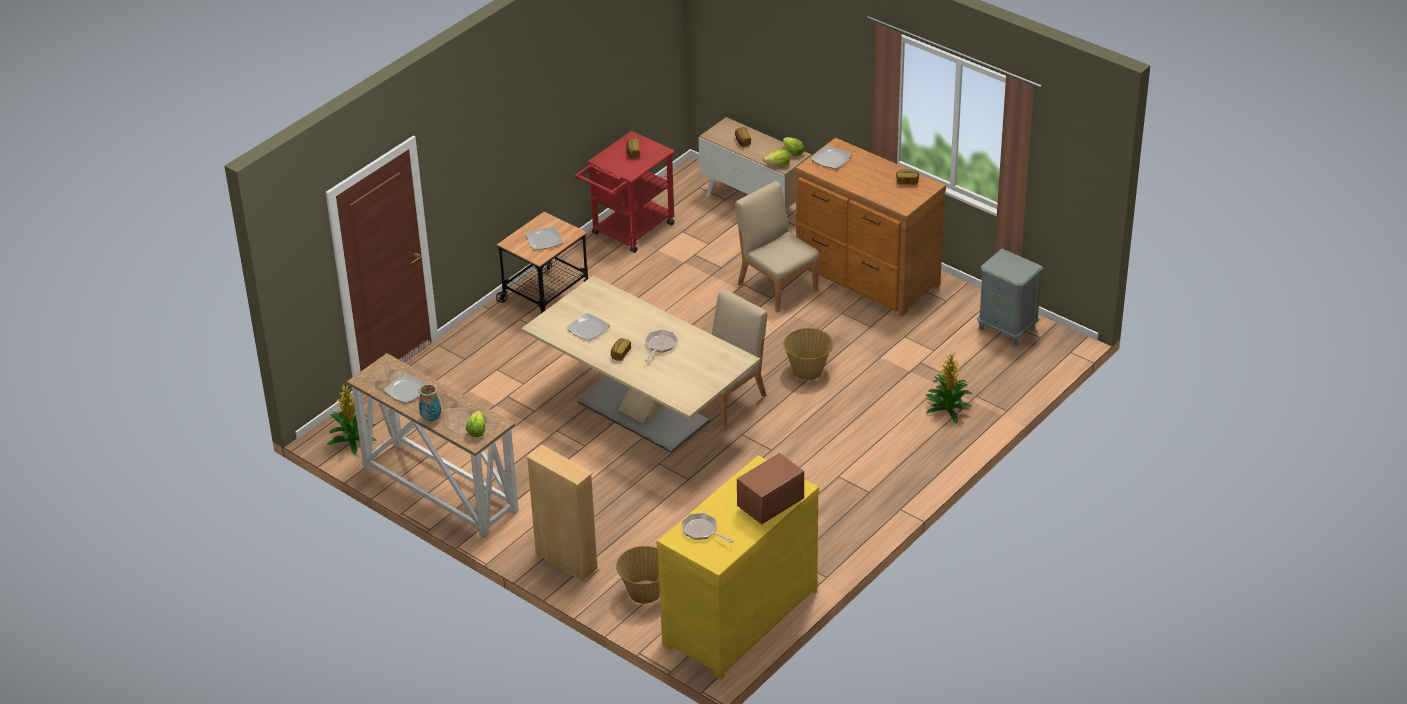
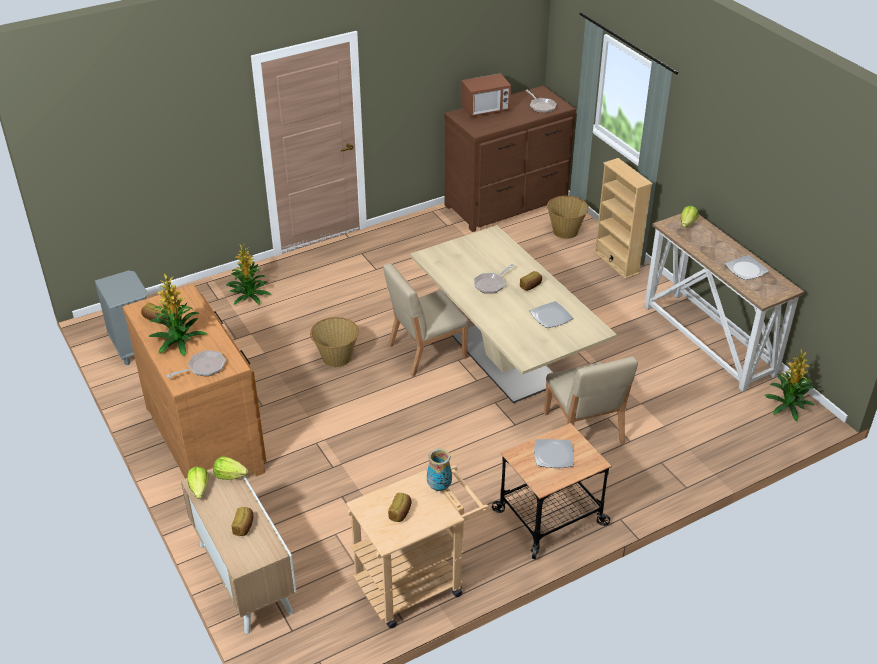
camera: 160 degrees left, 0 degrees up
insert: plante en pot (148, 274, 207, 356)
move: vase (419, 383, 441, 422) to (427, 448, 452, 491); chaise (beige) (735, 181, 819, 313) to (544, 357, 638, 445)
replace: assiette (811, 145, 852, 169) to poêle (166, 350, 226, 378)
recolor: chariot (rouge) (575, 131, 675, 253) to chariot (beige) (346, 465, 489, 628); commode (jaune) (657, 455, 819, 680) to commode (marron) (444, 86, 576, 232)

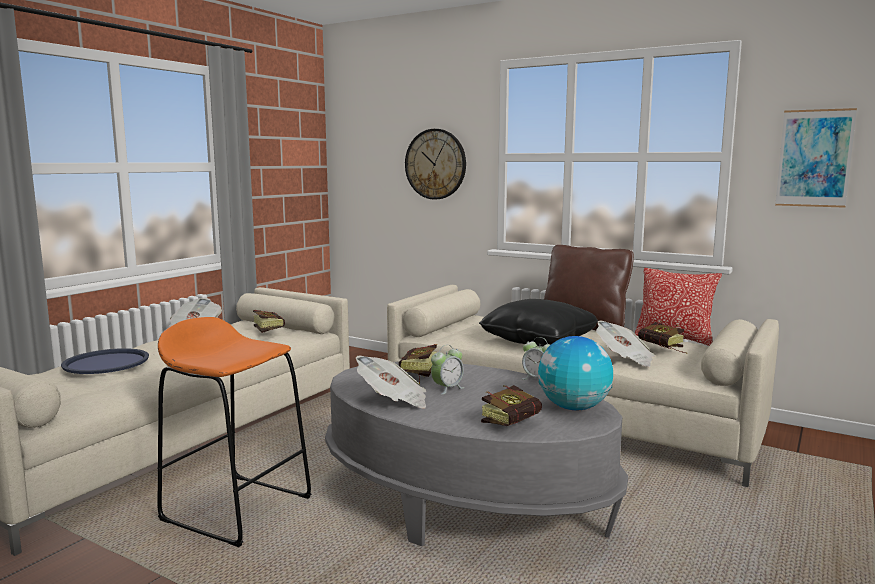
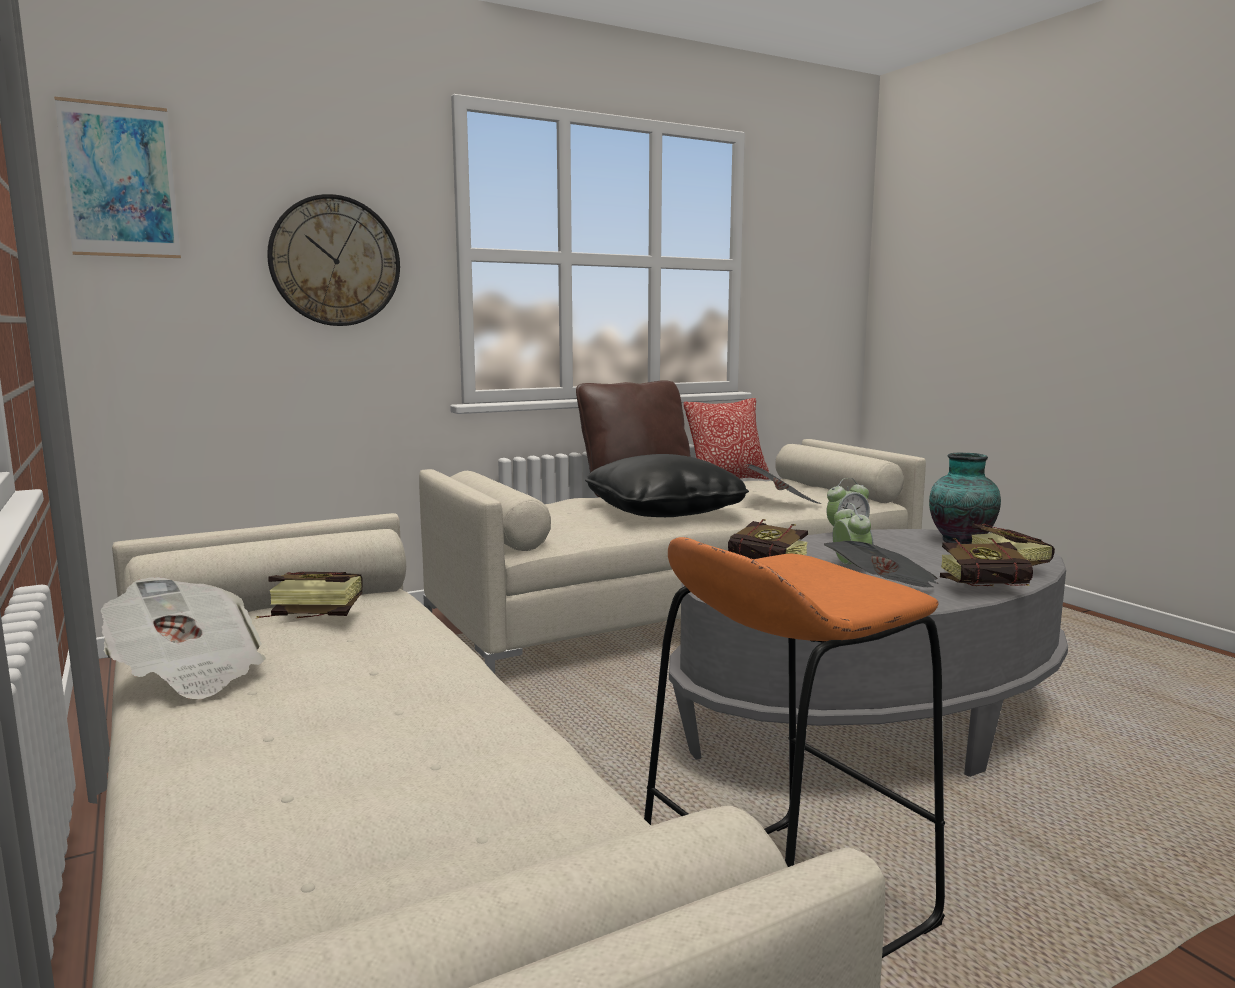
camera: 60 degrees left, 0 degrees up
delete: plateau (bleu) (61, 348, 149, 374)
move: livre (638, 321, 688, 354) to (940, 538, 1033, 586); tableau (775, 108, 857, 208) to (54, 96, 181, 258)
replace: globe (538, 336, 613, 410) to vase (929, 453, 1001, 544)

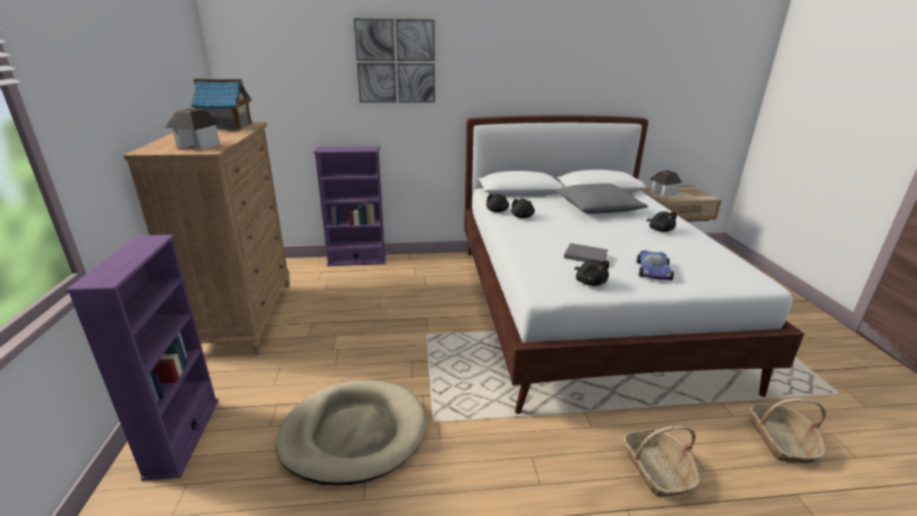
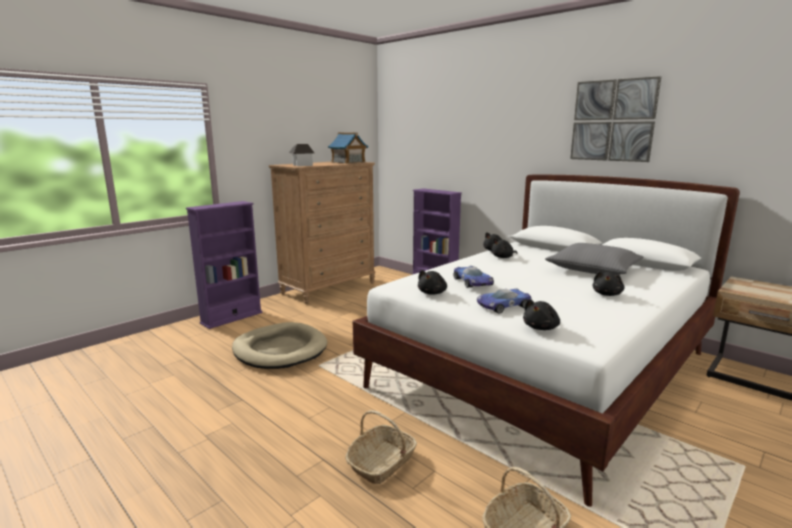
camera: 50 degrees right, 10 degrees down
delete: maison miniature (650, 170, 682, 197)
insert: peluche (noir) (523, 299, 560, 330)
move: tableau (354, 18, 435, 102) to (570, 76, 661, 162)
replace: livre (gris) (564, 243, 608, 262) to petite voiture (454, 266, 494, 288)

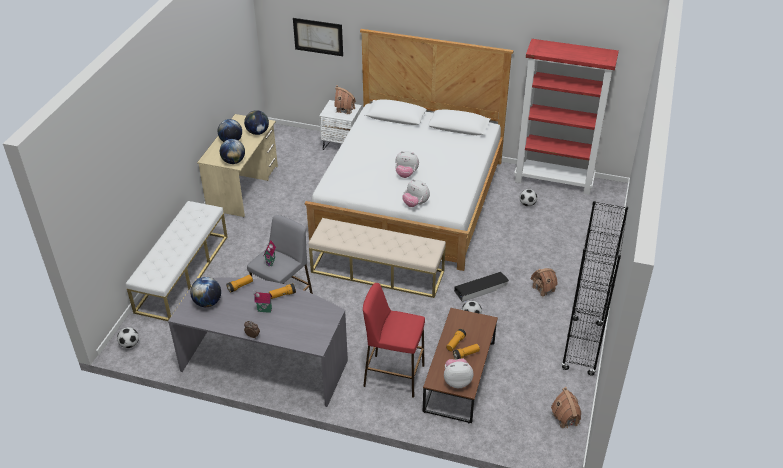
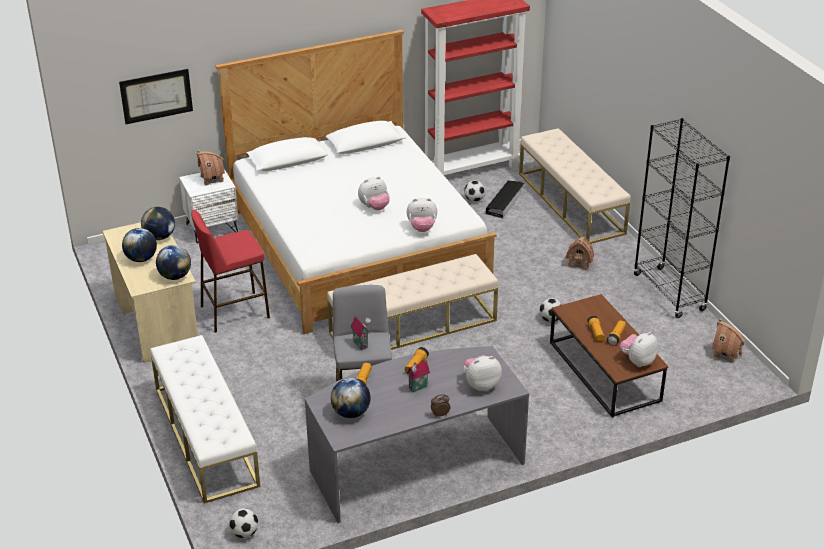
camera: 40 degrees left, 5 degrees down
insert: peluche (464, 355, 502, 391); banc (beige) (519, 128, 631, 244)
move: tabouret (rouge) (363, 283, 425, 398) to (191, 210, 270, 333); boîte de rangement (noir) (454, 272, 509, 302) to (486, 181, 525, 218)

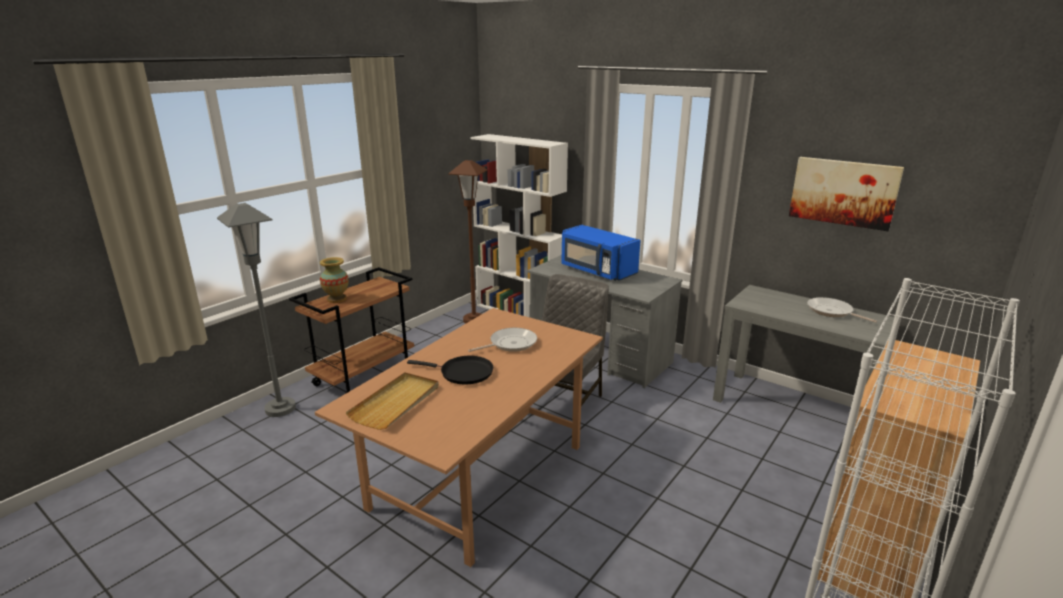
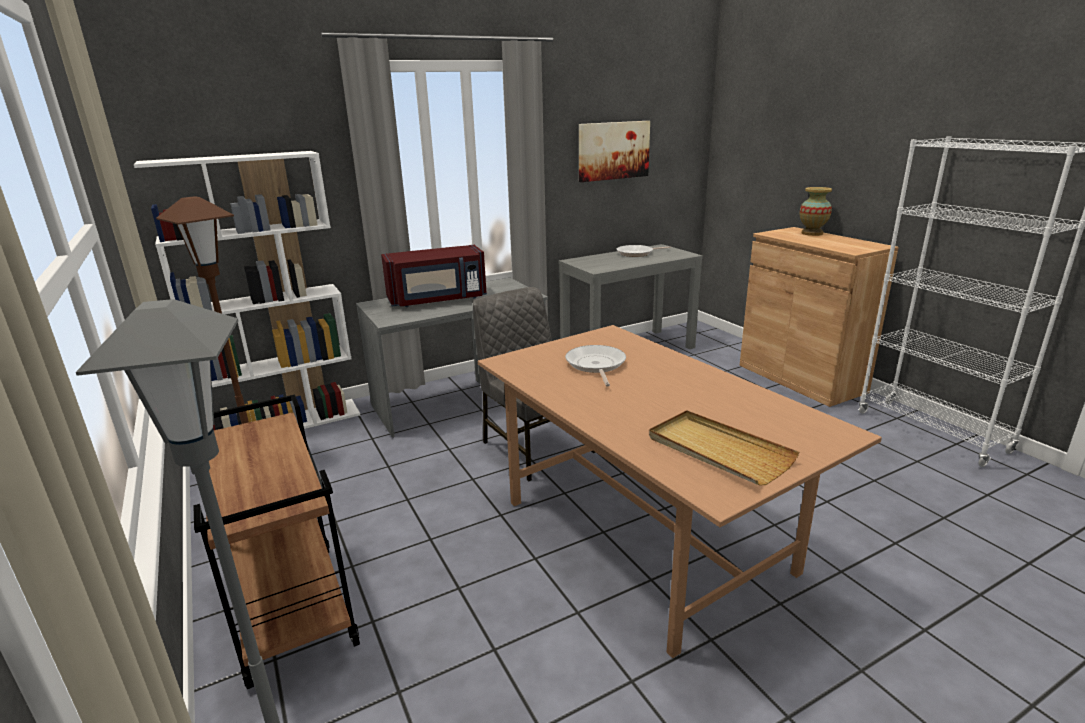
camera: 65 degrees left, 0 degrees up
delete: poêle (noir) (407, 356, 493, 384)
move: vase (320, 257, 349, 303) to (799, 187, 832, 236)
recolor: micro-ondes (bleu) (561, 225, 641, 281) to micro-ondes (rouge) (381, 245, 487, 307)

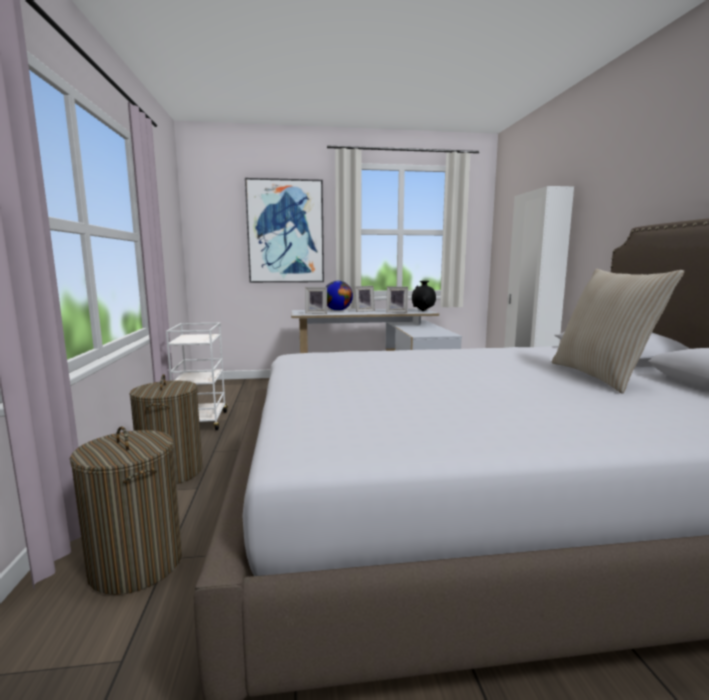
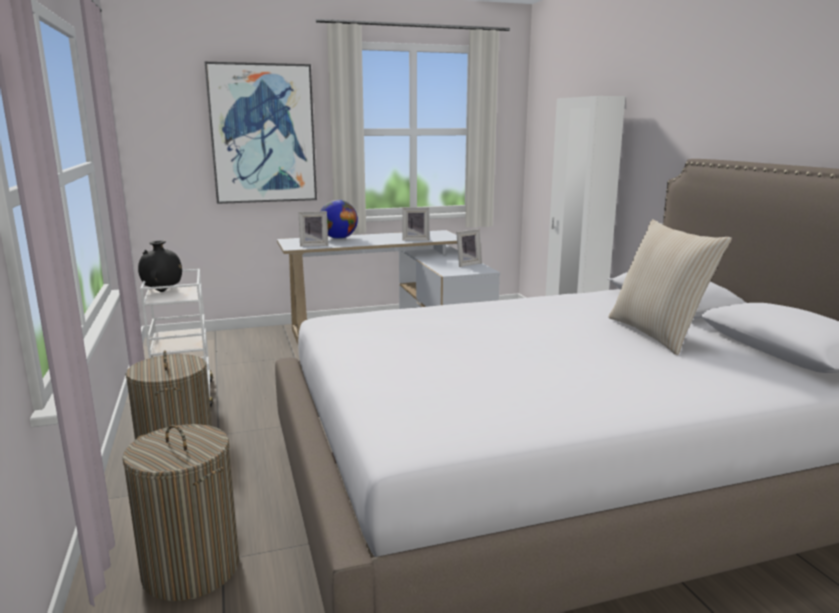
camera: 10 degrees left, 5 degrees up
move: cadre photo (354, 286, 375, 312) to (456, 229, 482, 267); vase (noir) (412, 281, 436, 311) to (138, 240, 182, 292)

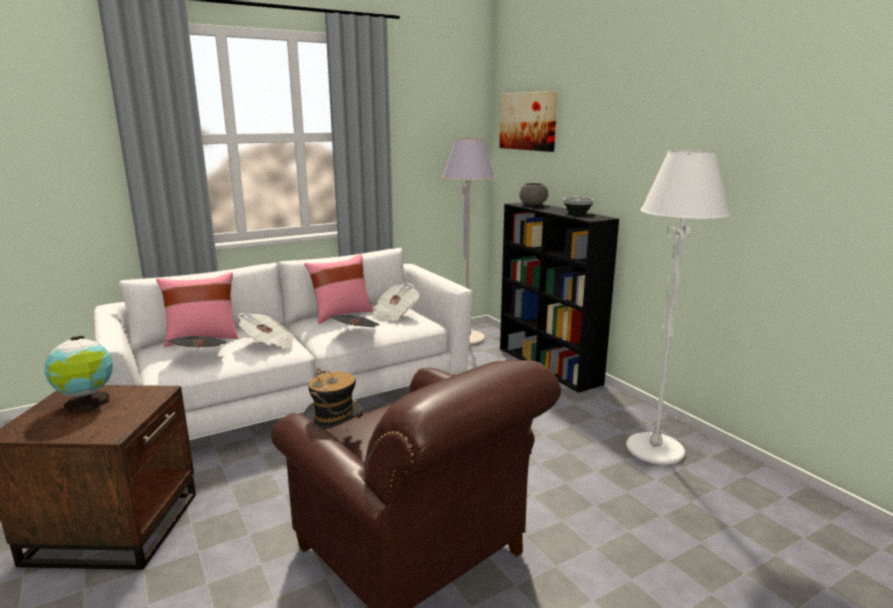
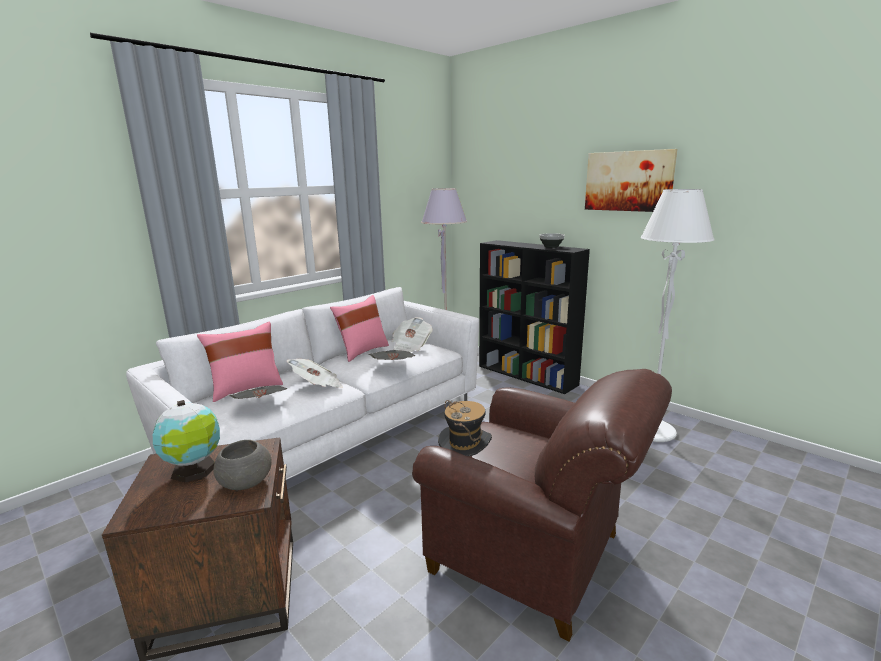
camera: 15 degrees left, 0 degrees up
move: tableau (500, 91, 557, 152) to (585, 149, 678, 212); bol (gris) (519, 183, 548, 206) to (213, 440, 271, 490)

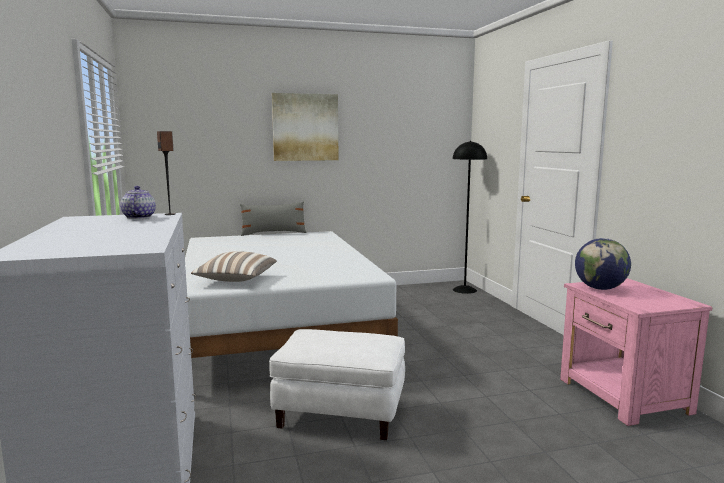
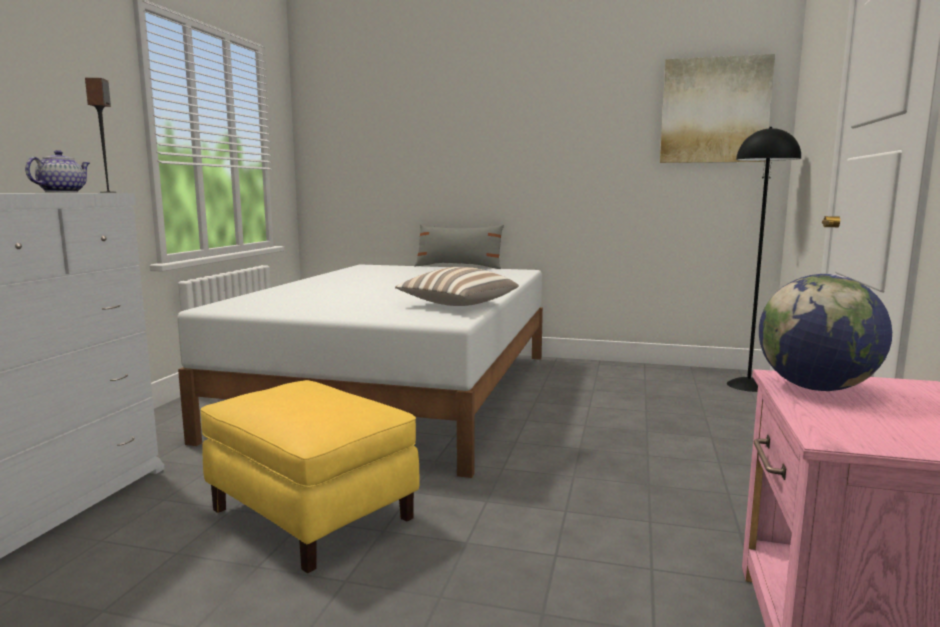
camera: 30 degrees right, 0 degrees up
move: coussin (191, 251, 277, 282) to (395, 267, 519, 306); tableau (272, 93, 338, 161) to (660, 54, 775, 163)
recolor: pouf (blanc) (269, 329, 405, 440) to pouf (jaune) (200, 380, 419, 573)

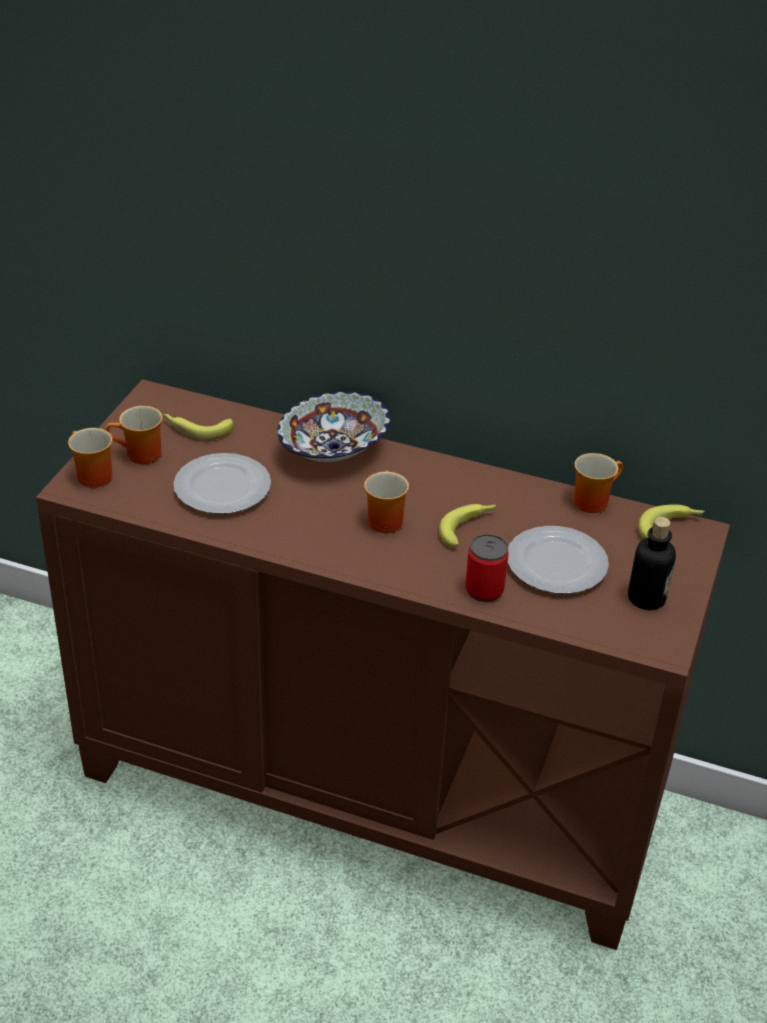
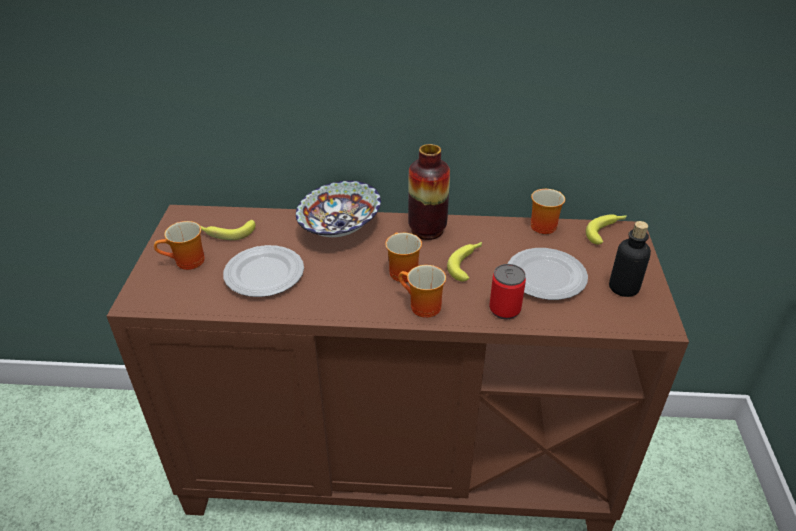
camera: 15 degrees left, 0 degrees up
insert: vase (408, 144, 450, 240)
move: mug (68, 428, 112, 488) to (398, 265, 446, 318)

